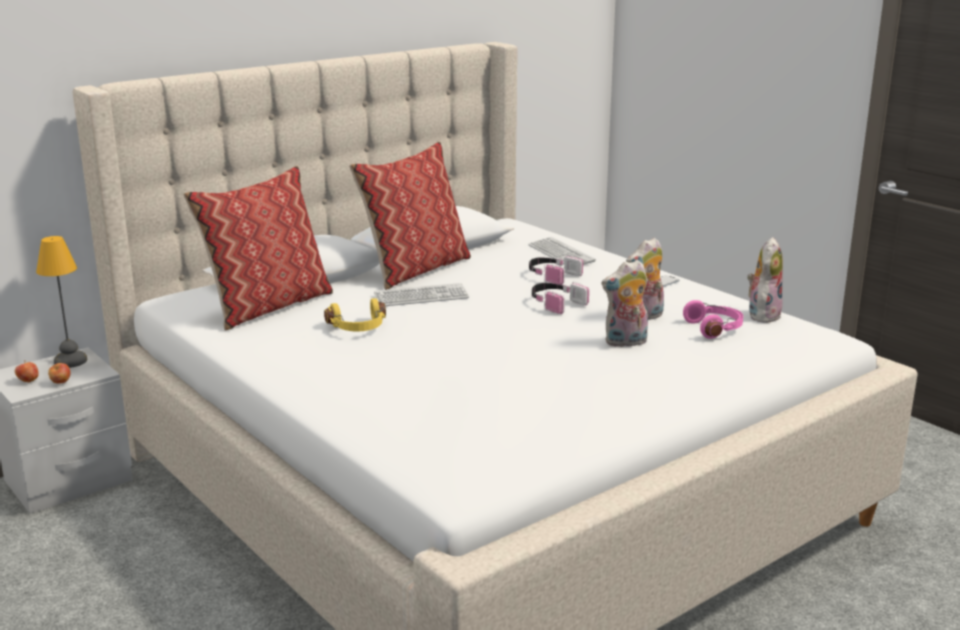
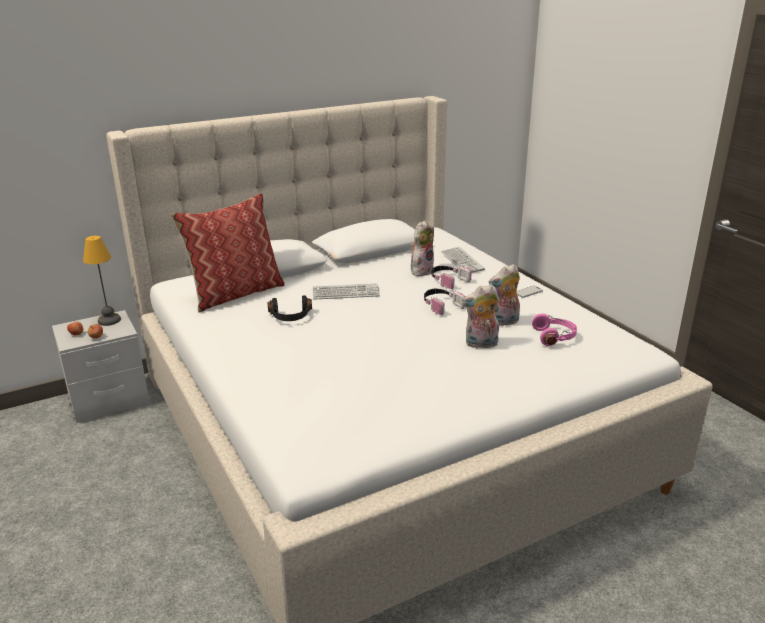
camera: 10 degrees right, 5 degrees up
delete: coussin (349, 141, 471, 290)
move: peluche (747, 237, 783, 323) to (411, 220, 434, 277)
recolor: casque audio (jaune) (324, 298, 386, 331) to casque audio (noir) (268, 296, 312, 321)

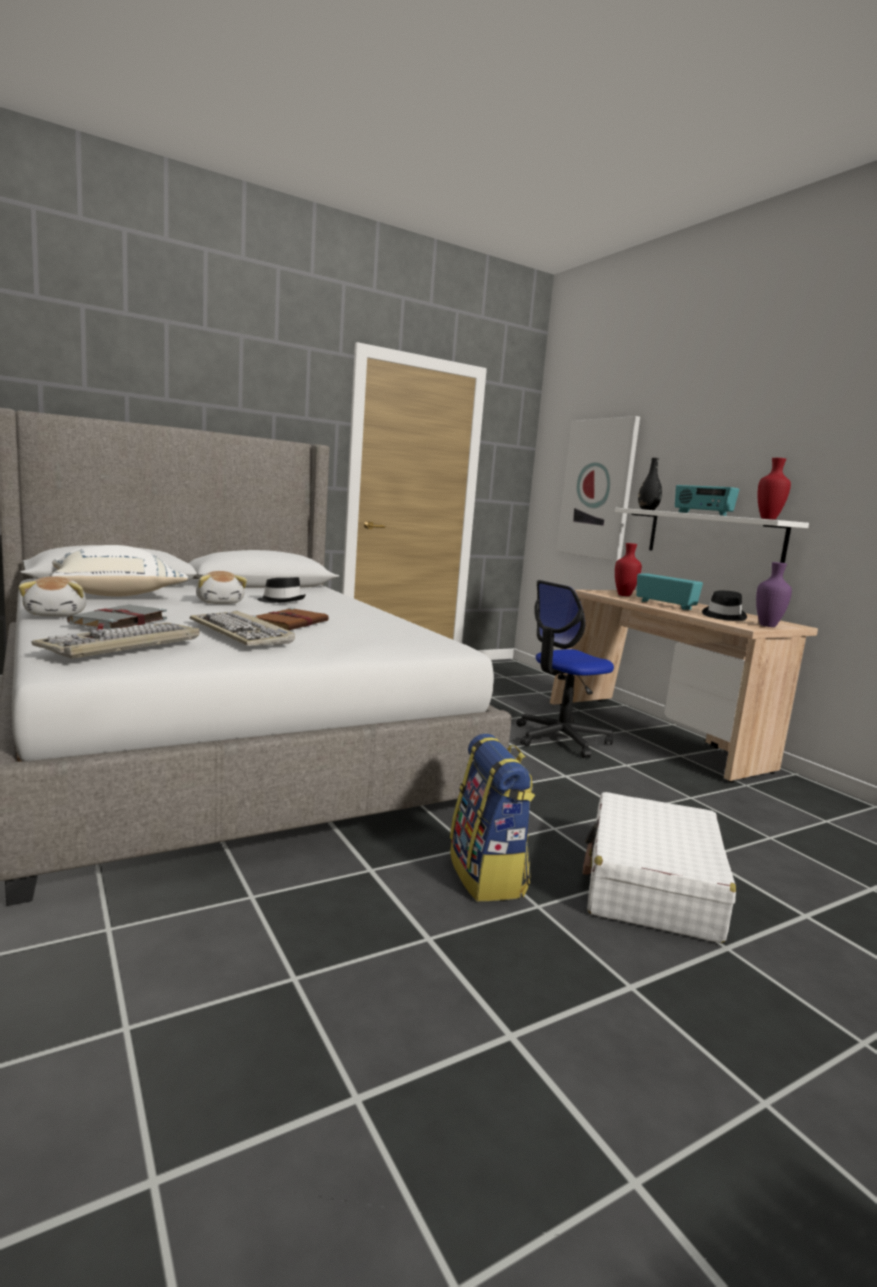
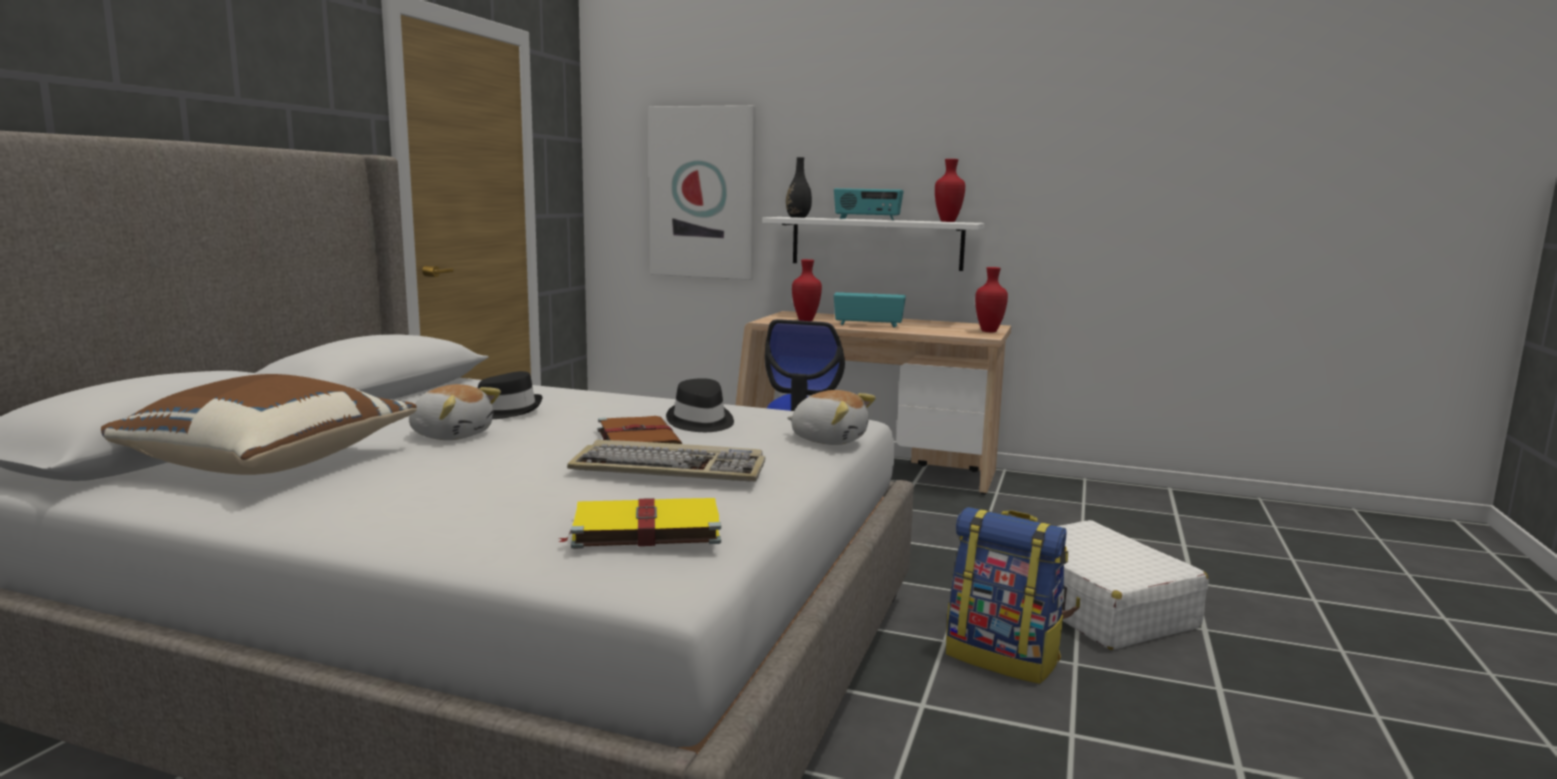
camera: 40 degrees left, 0 degrees up
delete: livre (gris) (67, 604, 167, 630)
move: peluche (19, 576, 87, 617) to (787, 390, 876, 445); chapeau (noir) (702, 591, 747, 621) to (666, 378, 734, 432)
replace: clavier (31, 623, 200, 659) to livre (jaune) (559, 498, 721, 549)
recolor: coussin (blanc) (51, 545, 188, 597) to coussin (marron) (101, 374, 417, 475); vase (violet) (756, 562, 792, 627) to vase (rouge) (975, 267, 1008, 332)

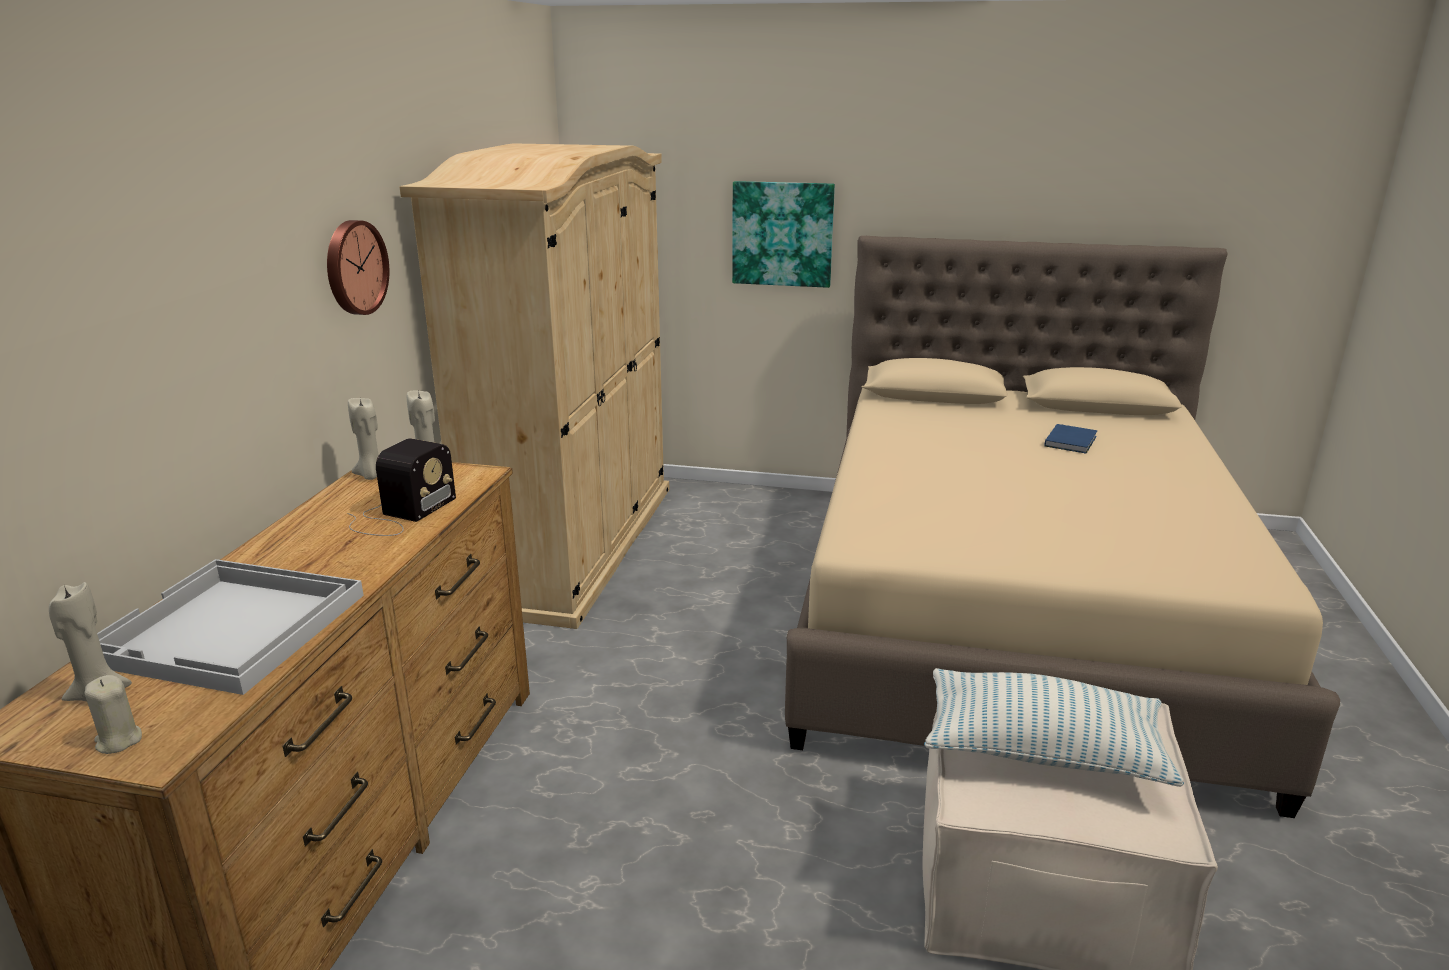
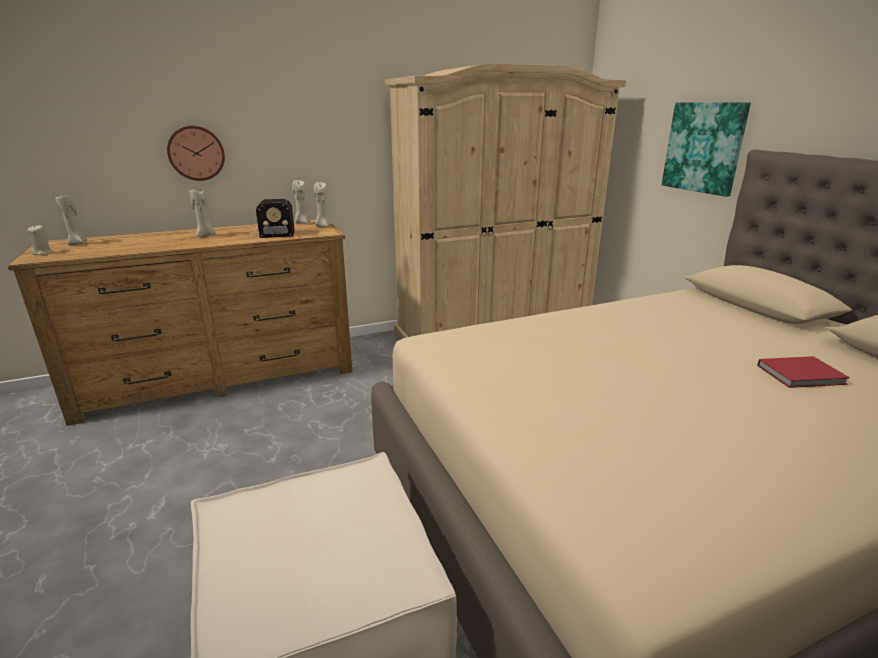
camera: 55 degrees right, 0 degrees up
delete: plateau (blanc) (97, 559, 364, 695); coussin (924, 668, 1184, 787)
insert: bougie (beige) (189, 190, 215, 237)
move: horloge murale (327, 220, 389, 315) to (167, 126, 225, 181)
recolor: livre (bleu) (1044, 424, 1097, 454) to livre (rouge) (757, 356, 850, 388)

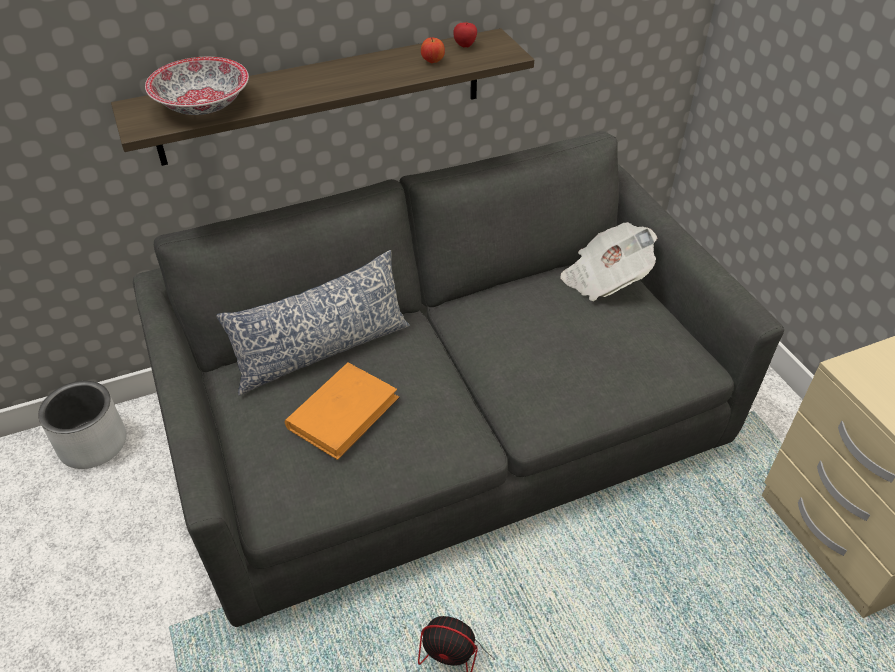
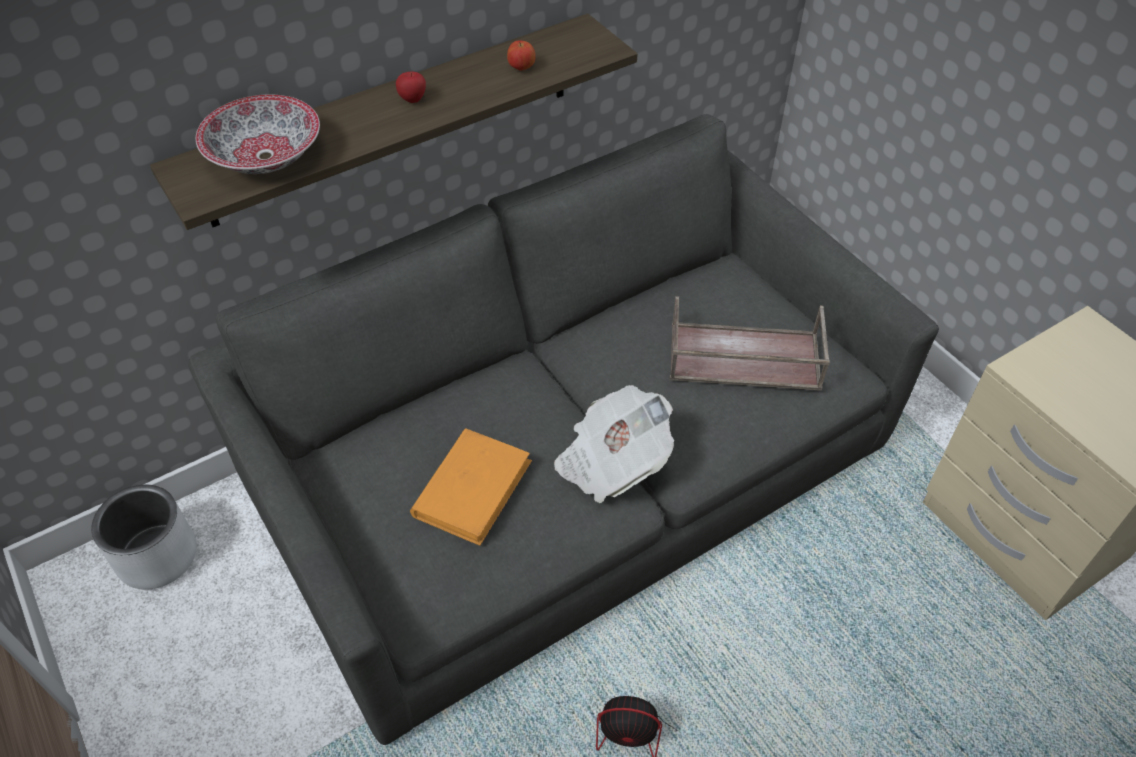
camera: 10 degrees left, 5 degrees up
delete: coussin (216, 250, 410, 396)
insert: plateau (marron) (670, 296, 830, 391)
move: pomme (454, 22, 477, 47) to (396, 71, 426, 103); journal (561, 222, 658, 301) to (554, 385, 674, 503)

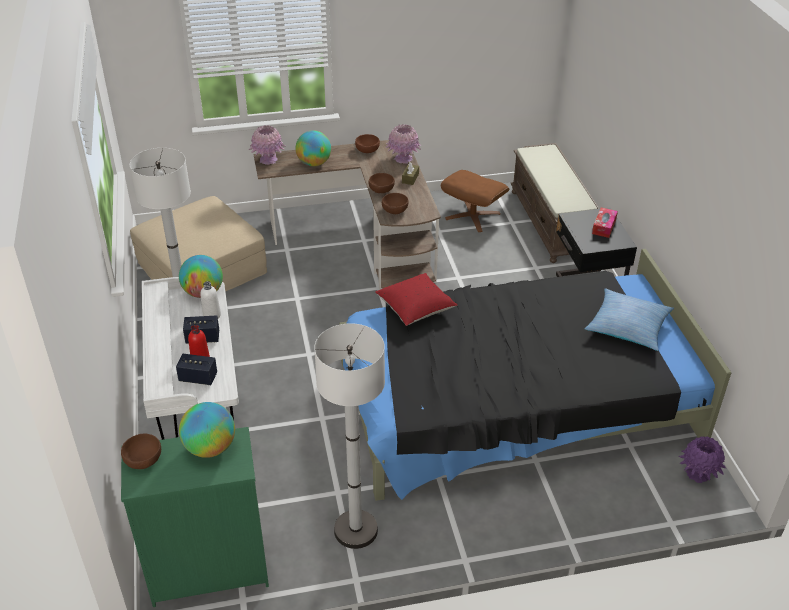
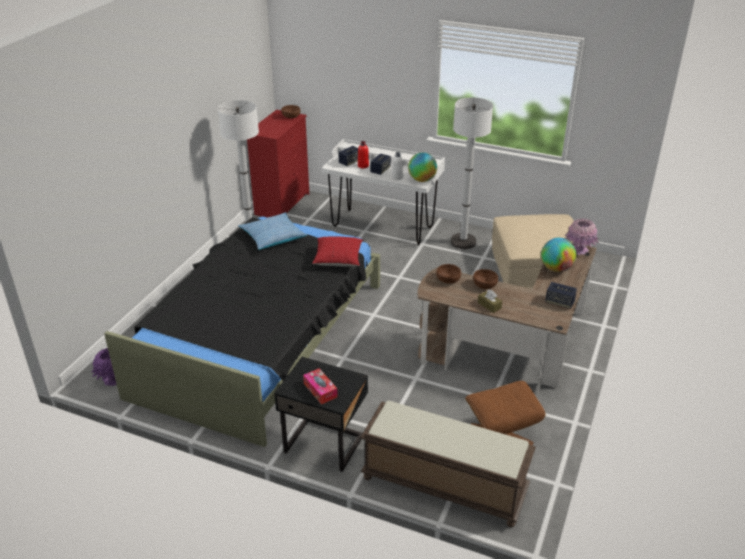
camera: 125 degrees right, 5 degrees down
delete: globe (179, 402, 235, 458); vase (rose) (386, 124, 421, 164)
move: coussin (585, 288, 674, 351) to (238, 212, 307, 250)
replace: bol (marron) (355, 134, 380, 153) to enceinte (545, 282, 577, 309)
recolor: commode (vert) (121, 427, 269, 607) to commode (rouge) (247, 110, 309, 217)

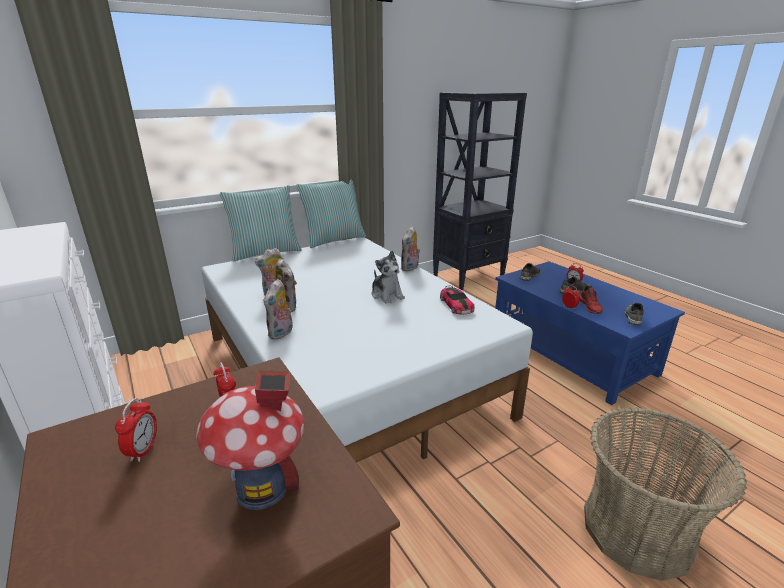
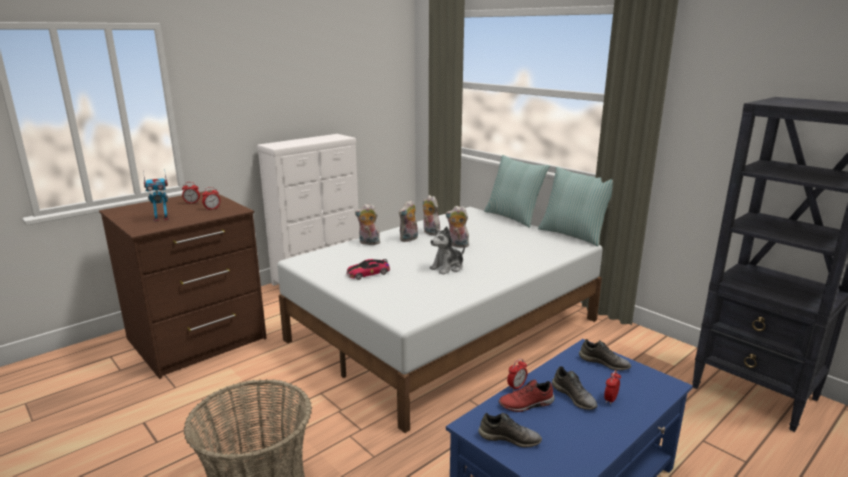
camera: 80 degrees right, 5 degrees down
move: peluche (401, 226, 420, 272) to (445, 206, 469, 248); petite voiture (440, 286, 475, 315) to (347, 259, 390, 280)
replace: maison miniature (196, 371, 304, 510) to robot jouet (143, 169, 169, 221)

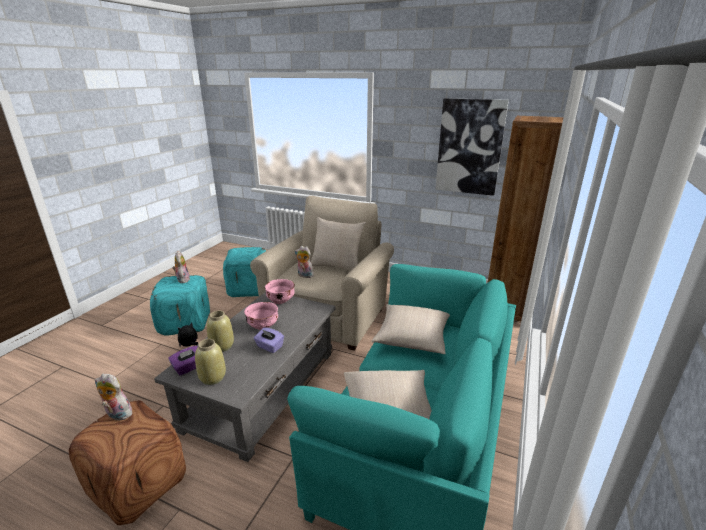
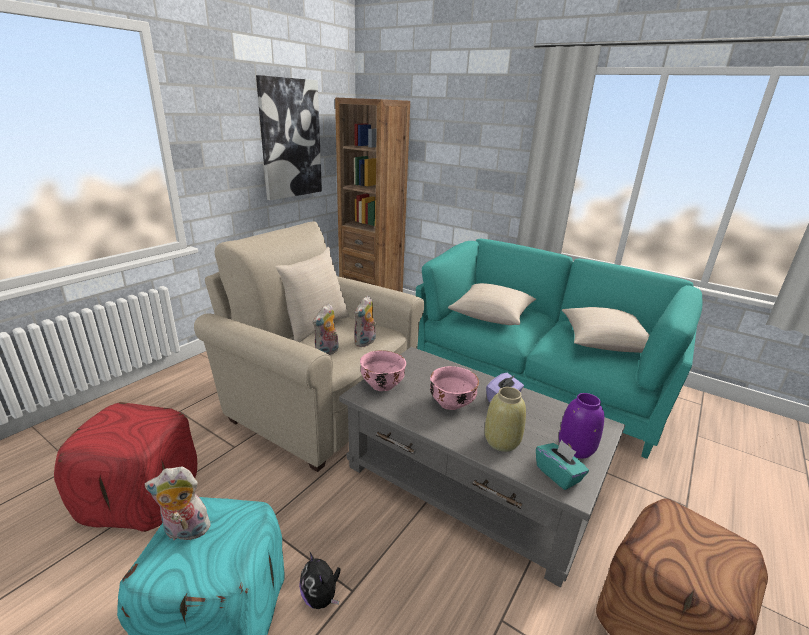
camera: 80 degrees left, 0 degrees up
move: peluche (95, 373, 132, 420) to (354, 295, 376, 347)
recolor: boîte à mouchoirs (violet) (168, 346, 198, 376) to boîte à mouchoirs (turquoise) (536, 439, 589, 490); vase (beige) (195, 339, 226, 385) to vase (violet) (559, 393, 604, 458); pouf (turquoise) (223, 247, 266, 297) to pouf (rouge) (54, 402, 197, 532)

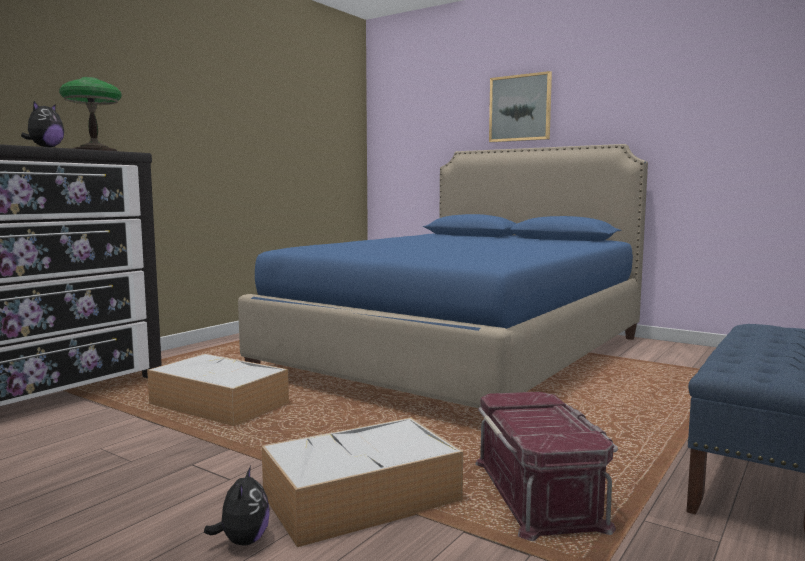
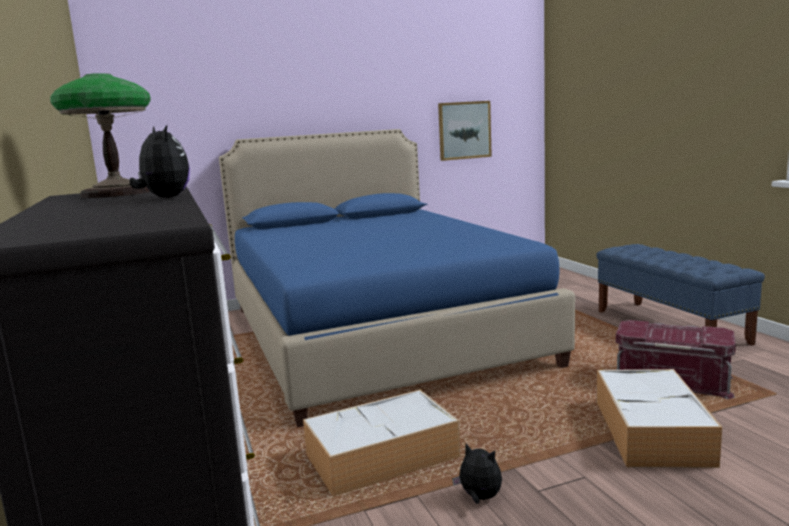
camera: 55 degrees left, 5 degrees up
move: peluche (204, 466, 270, 546) to (452, 443, 502, 504); tableau (489, 71, 552, 142) to (438, 101, 492, 161)

